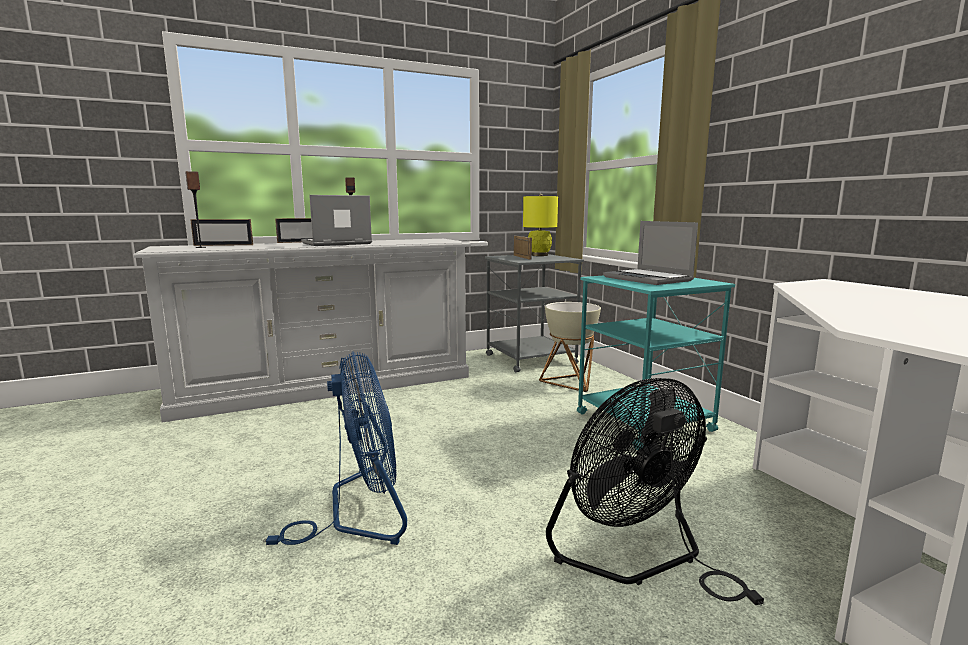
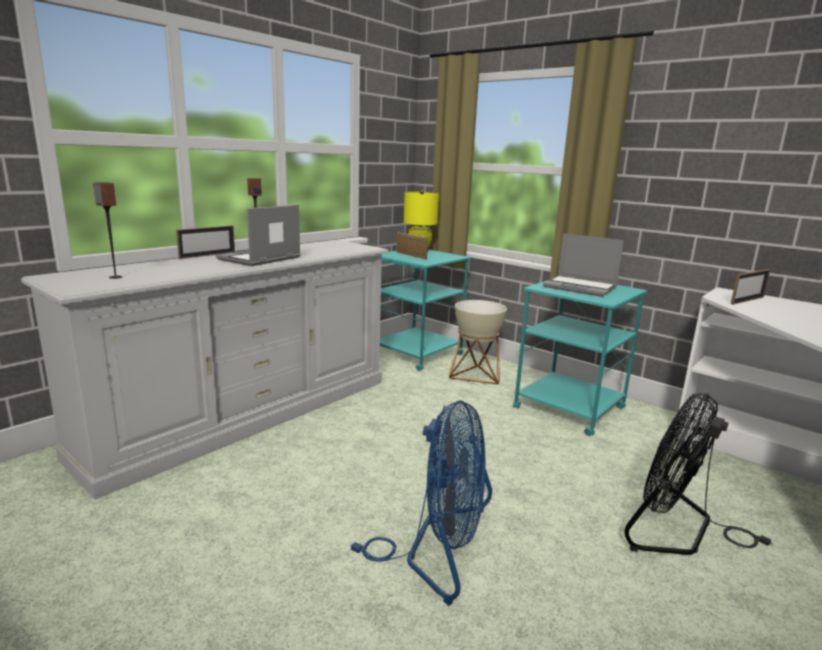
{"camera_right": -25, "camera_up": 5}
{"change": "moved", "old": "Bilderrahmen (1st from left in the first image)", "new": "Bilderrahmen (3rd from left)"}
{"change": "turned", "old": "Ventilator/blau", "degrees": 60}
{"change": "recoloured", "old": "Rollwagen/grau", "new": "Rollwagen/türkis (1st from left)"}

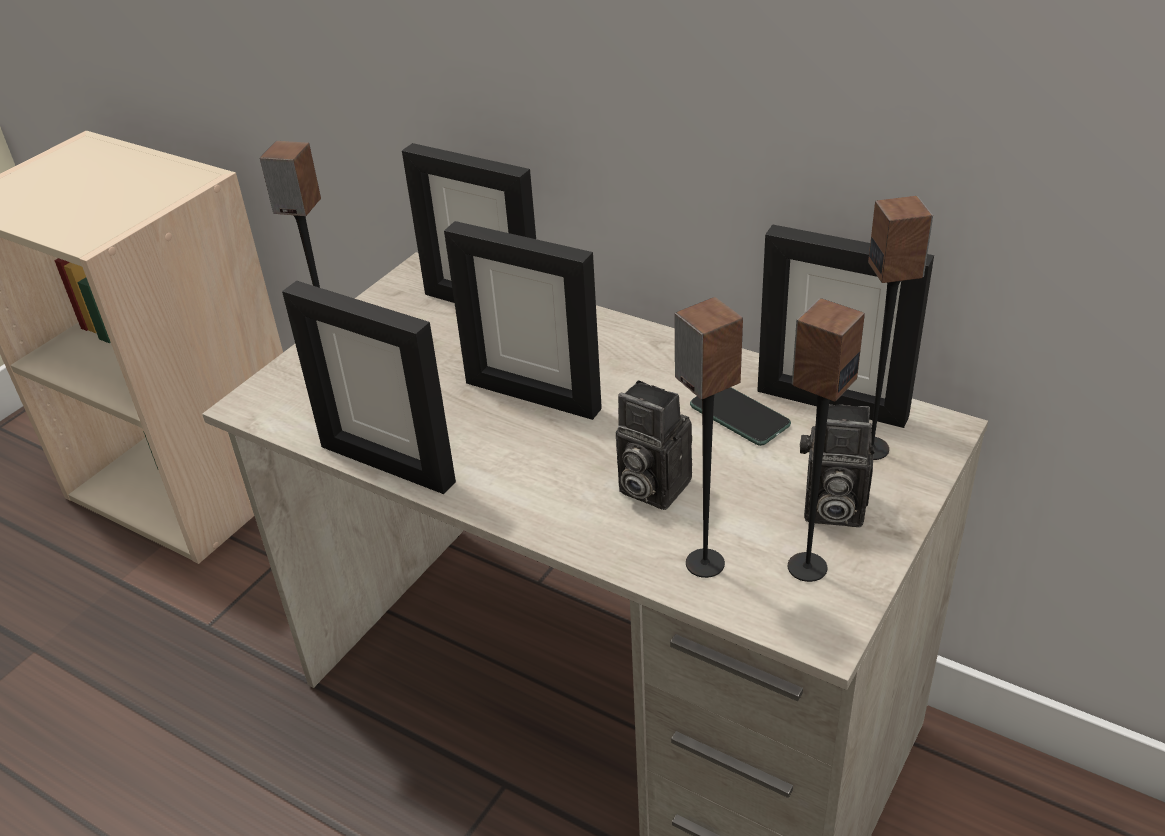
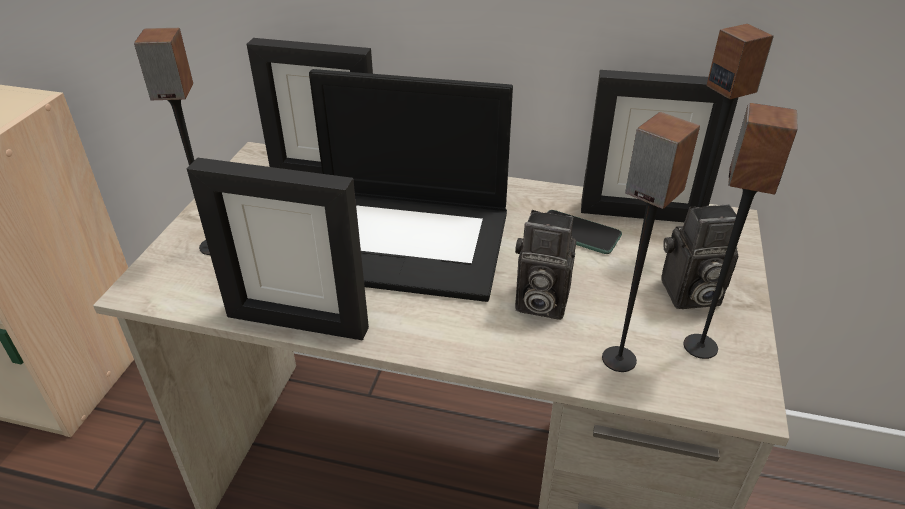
{"camera_right": -20, "camera_up": 0}
{"change": "replaced", "old": "Bilderrahmen (3rd from left)", "new": "Laptop"}

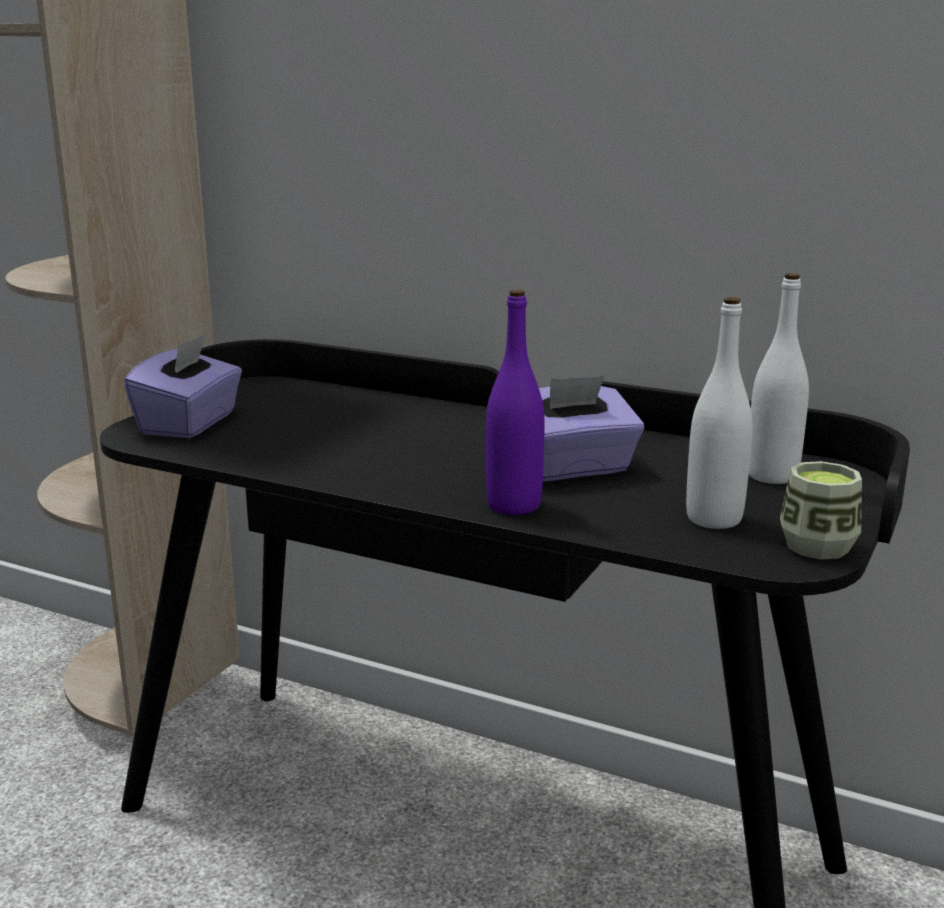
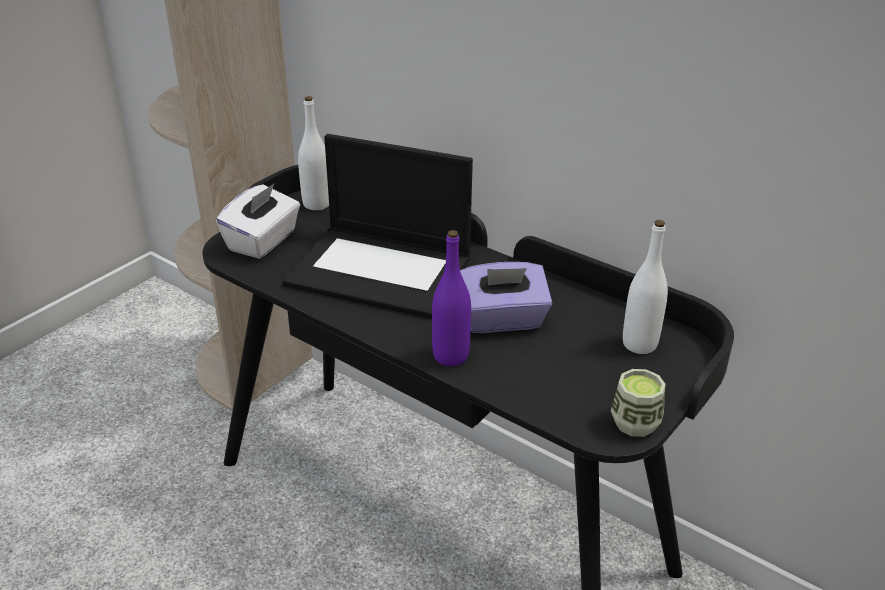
{"camera_right": 10, "camera_up": 15}
{"change": "recoloured", "old": "Taschentuchbox/lila (1st from left)", "new": "Taschentuchbox/weiß"}
{"change": "moved", "old": "Flasche/weiß (1st from left)"}
{"change": "added", "new": "Laptop"}

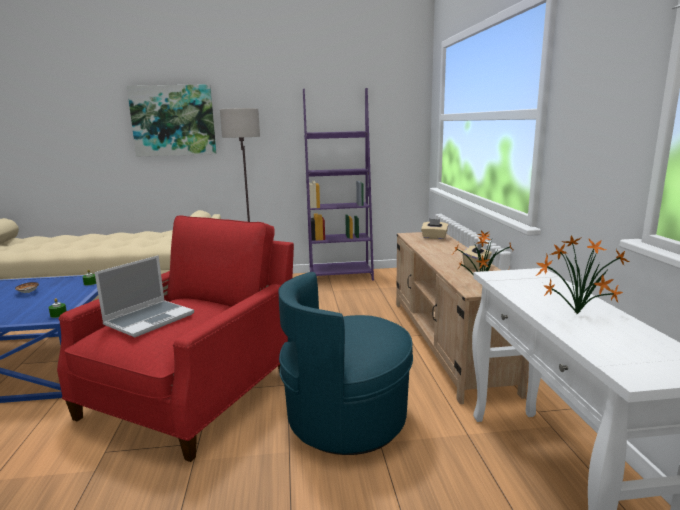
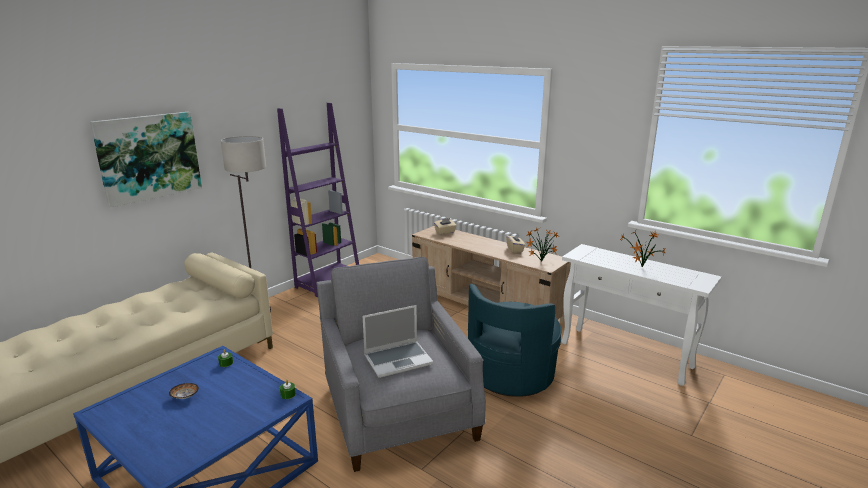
{"camera_right": -45, "camera_up": 5}
{"change": "recoloured", "old": "Sessel/rot", "new": "Sessel/grau"}
{"change": "turned", "old": "Laptop", "degrees": 75}

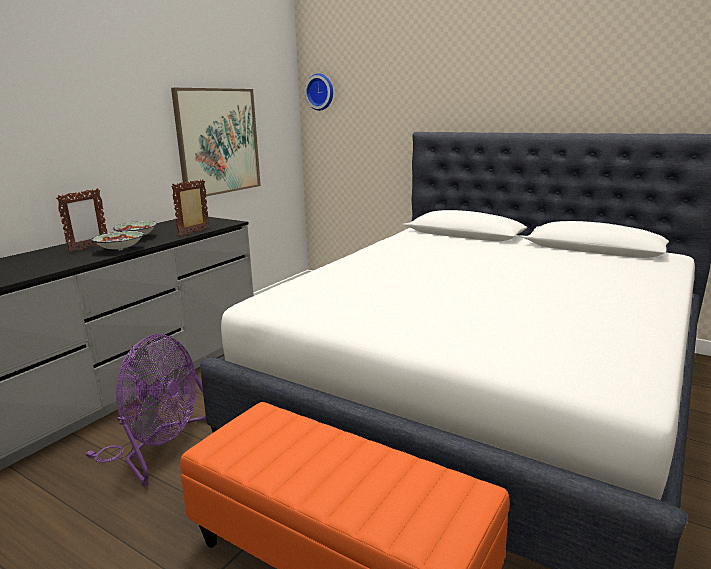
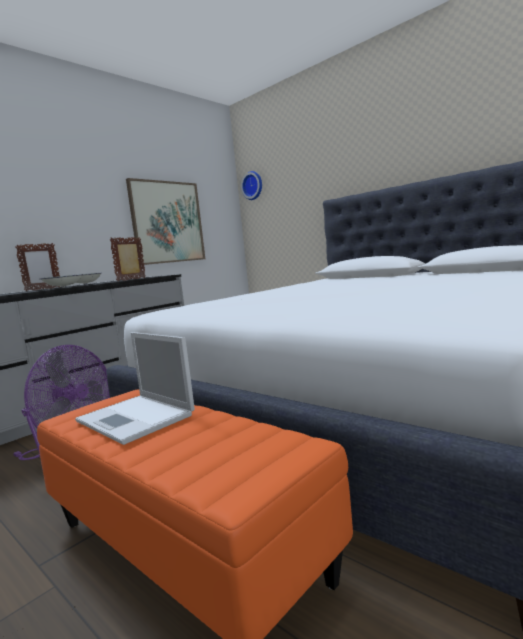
{"camera_right": 10, "camera_up": -10}
{"change": "added", "new": "Laptop"}

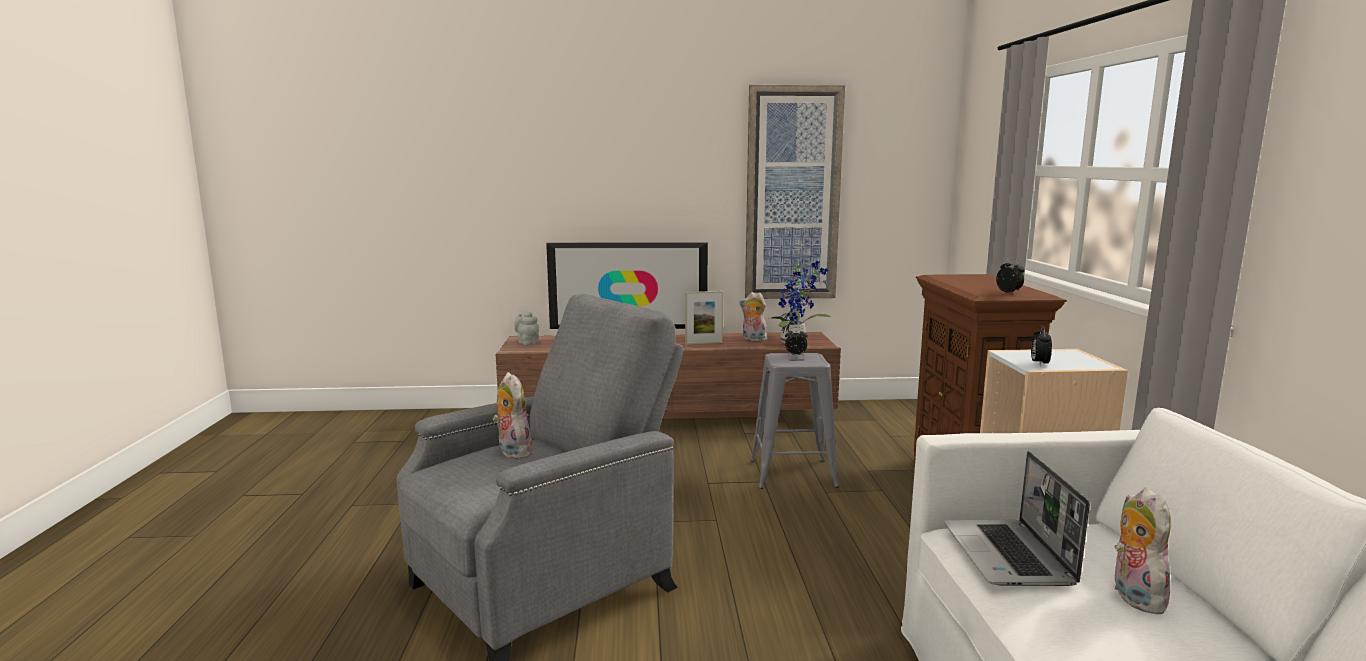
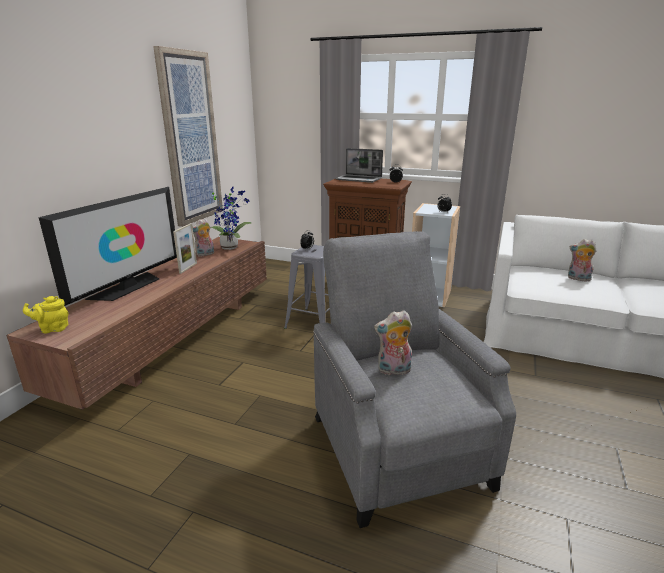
{"camera_right": -65, "camera_up": 10}
{"change": "recoloured", "old": "Teekanne/grau", "new": "Teekanne/gelb"}
{"change": "moved", "old": "Laptop"}

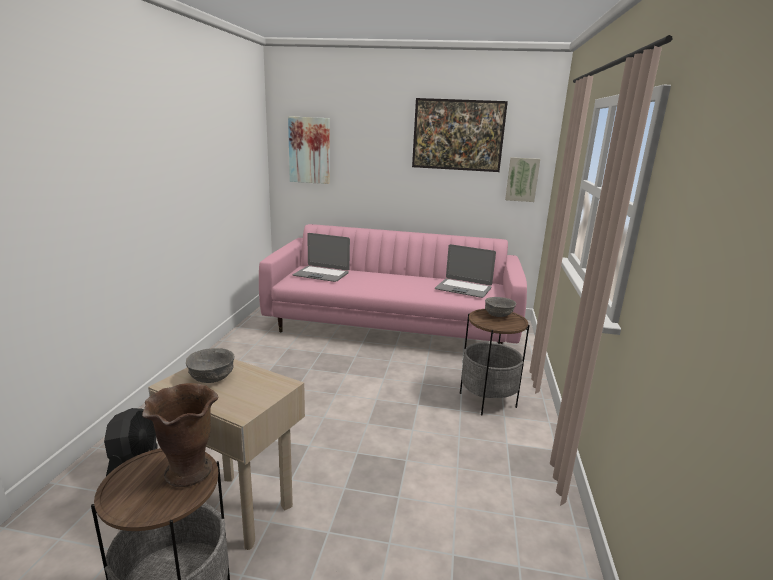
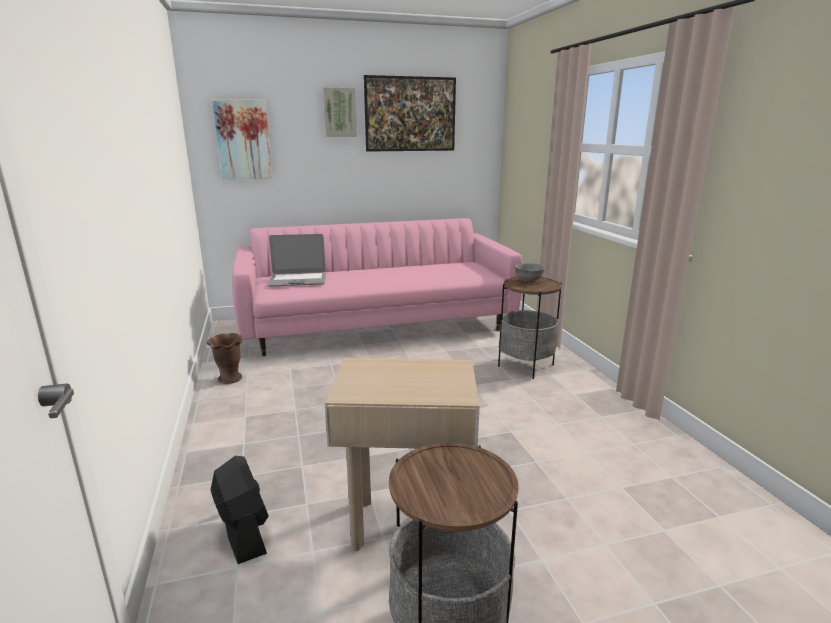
{"camera_right": -25, "camera_up": 0}
{"change": "moved", "old": "Vase/braun"}
{"change": "removed", "old": "Schüssel/grau (1st from left)"}
{"change": "removed", "old": "Laptop (2nd from left)"}
{"change": "moved", "old": "Bild (3rd from left in the first image)", "new": "Bild (2nd from left)"}

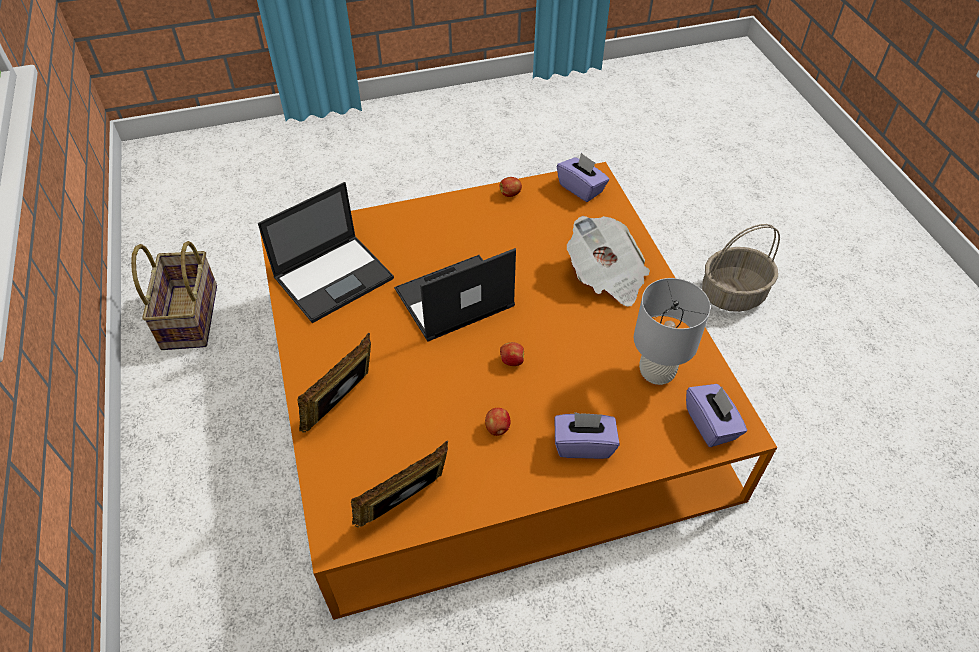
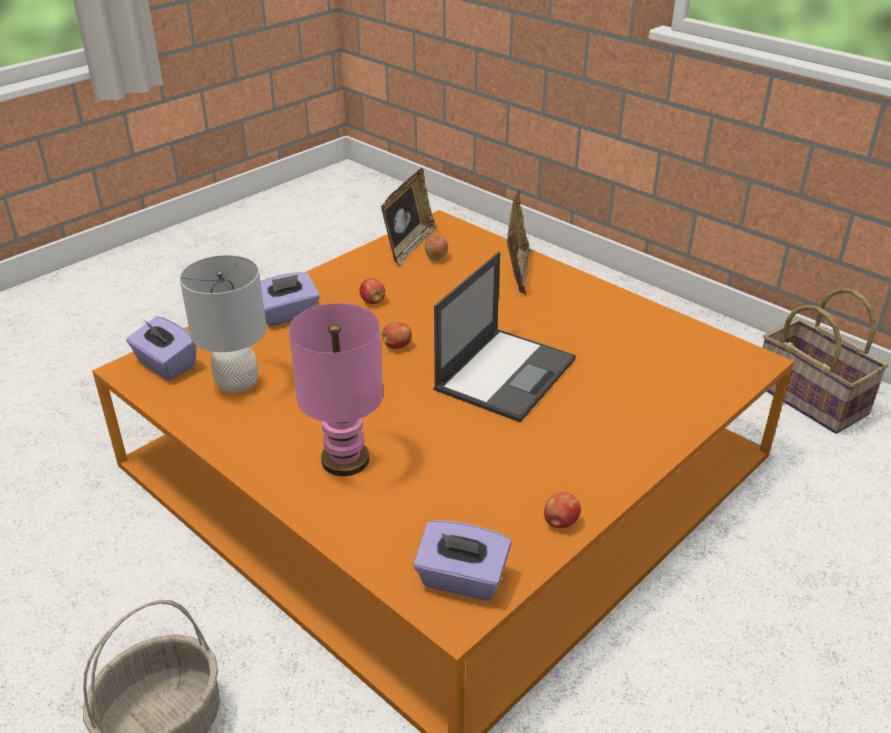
{"camera_right": 150, "camera_up": -15}
{"change": "removed", "old": "Laptop (1st from left)"}
{"change": "replaced", "old": "Zeitung", "new": "Tischlampe/rosa"}
{"change": "added", "new": "Apfel (3rd from left)"}

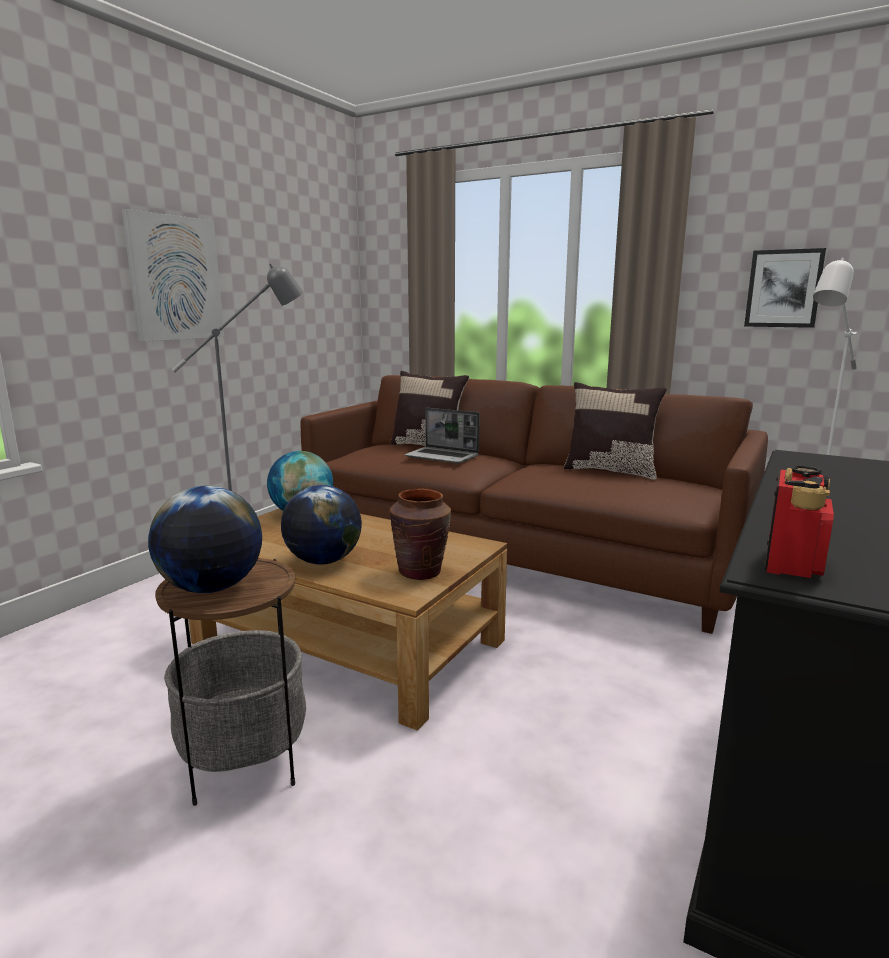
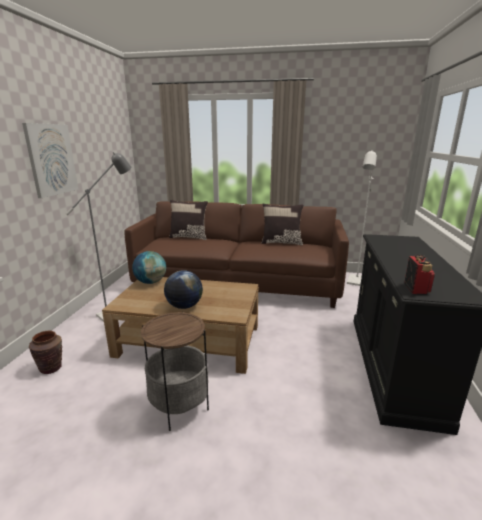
{"camera_right": -20, "camera_up": 5}
{"change": "removed", "old": "Globus (1st from left)"}
{"change": "moved", "old": "Vase/braun"}
{"change": "removed", "old": "Laptop"}
{"change": "removed", "old": "Bild (2nd from left)"}

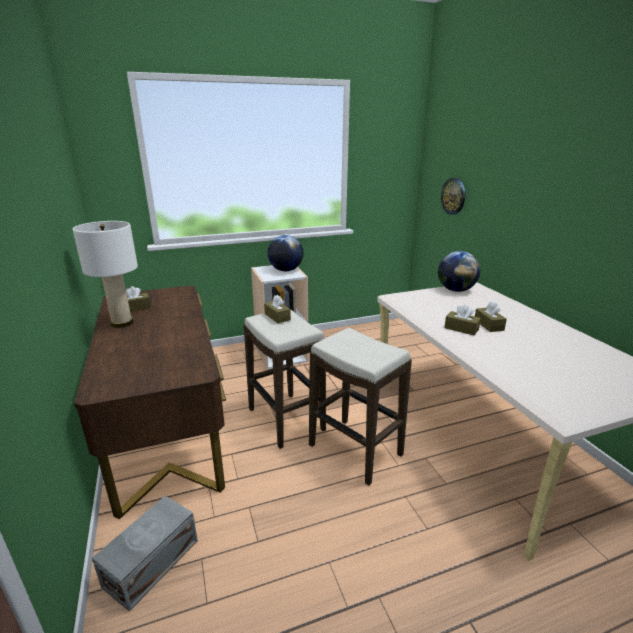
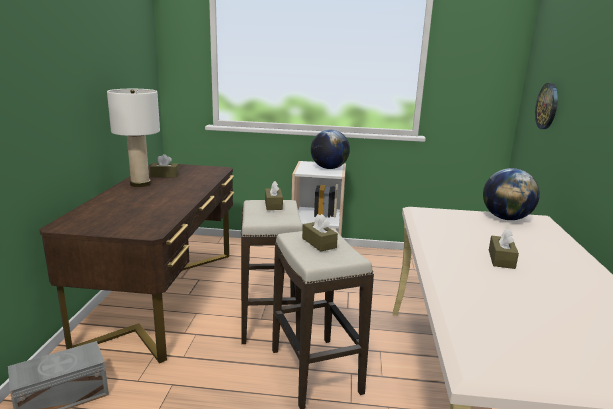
{"camera_right": 25, "camera_up": -5}
{"change": "moved", "old": "Taschentuchbox/braun (3rd from left)"}

